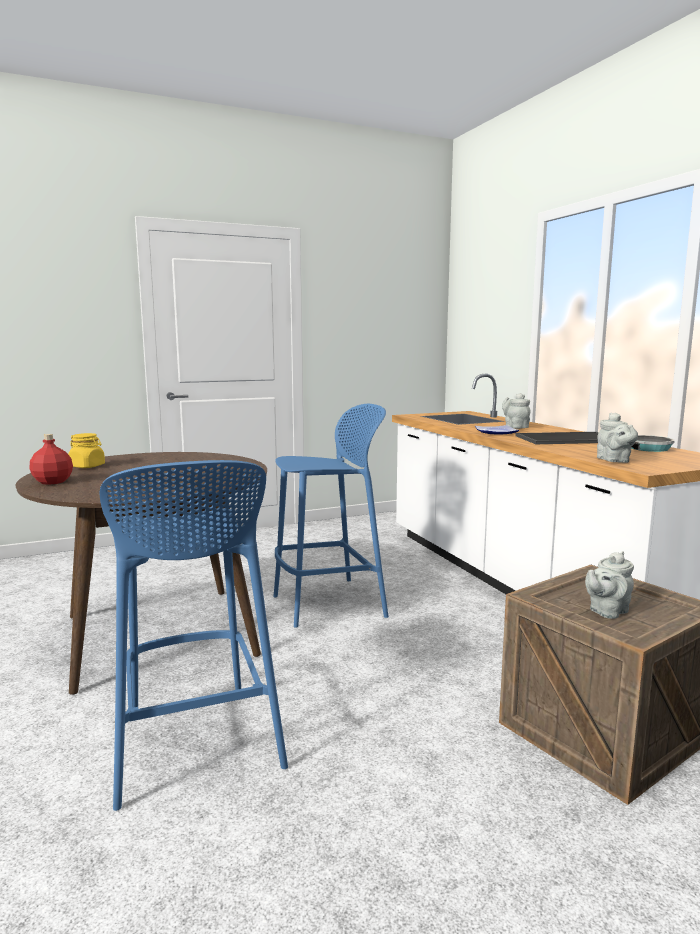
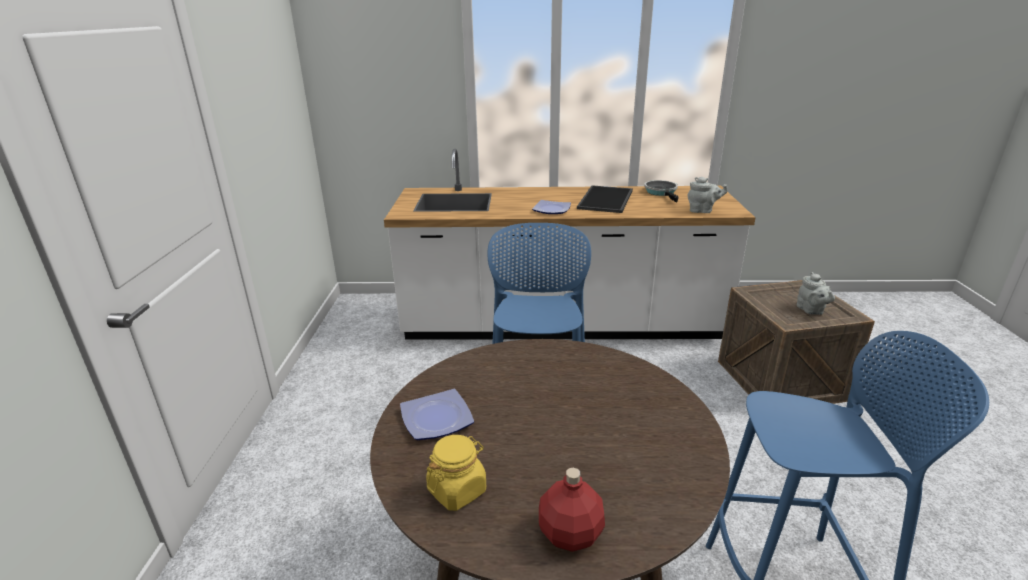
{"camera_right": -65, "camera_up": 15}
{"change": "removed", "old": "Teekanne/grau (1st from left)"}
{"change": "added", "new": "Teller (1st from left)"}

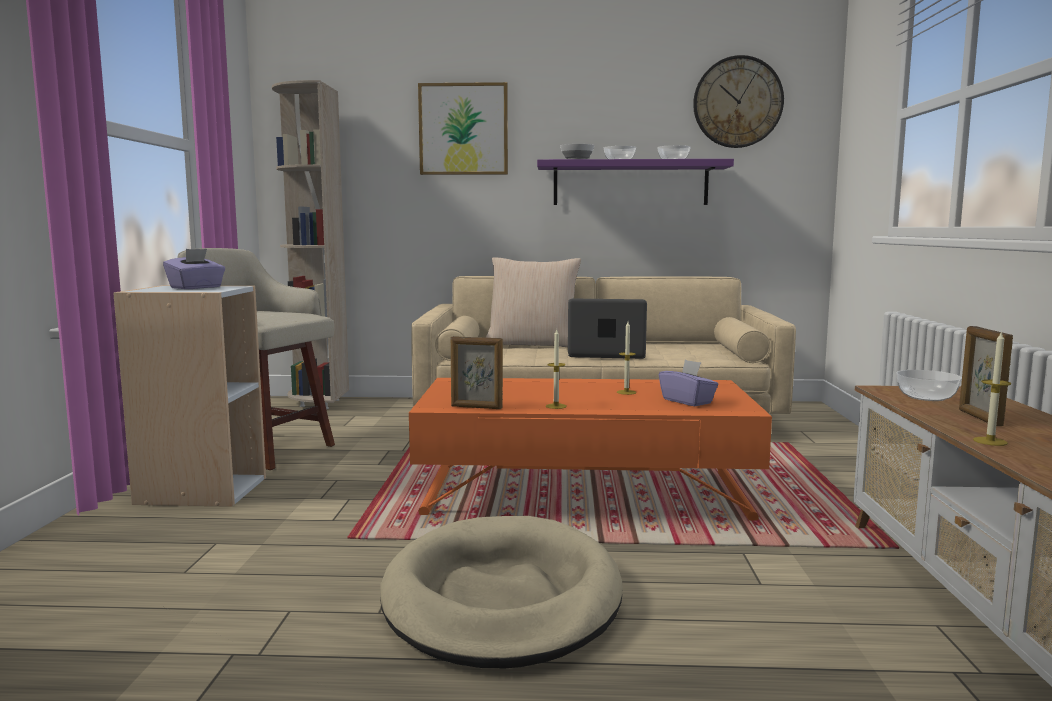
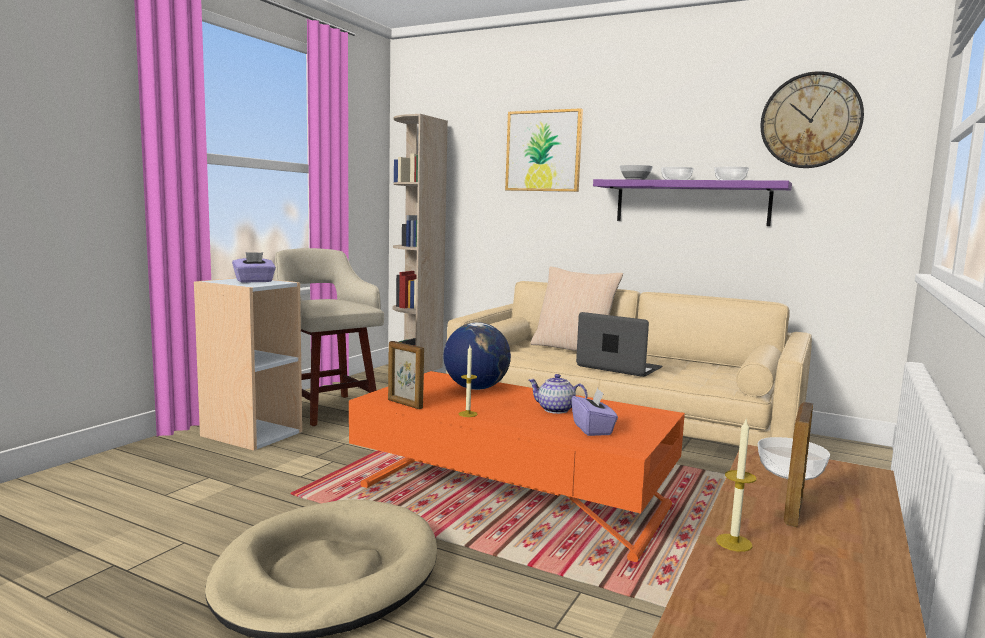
{"camera_right": 25, "camera_up": 0}
{"change": "replaced", "old": "Kerze (2nd from left)", "new": "Teekanne"}
{"change": "added", "new": "Globus"}

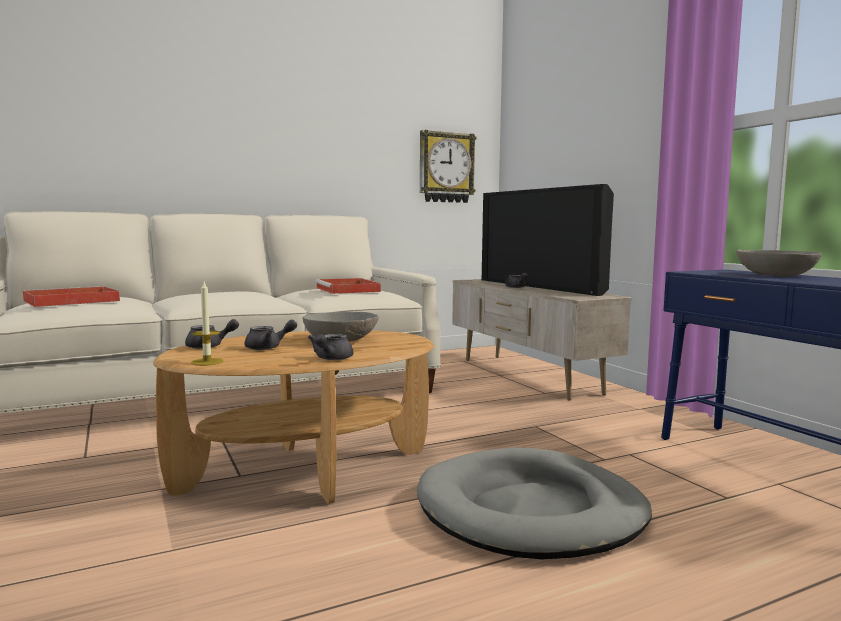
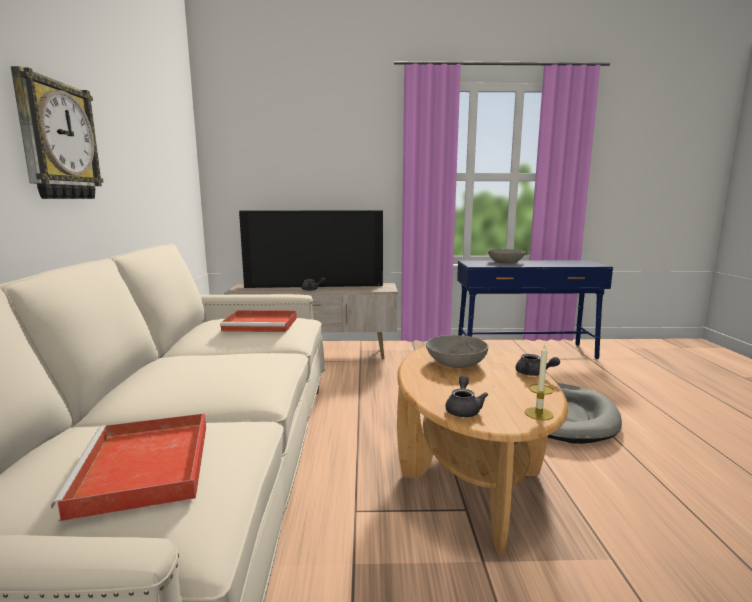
{"camera_right": -65, "camera_up": 5}
{"change": "removed", "old": "Teekanne/grau (2nd from left)"}
{"change": "moved", "old": "Wanduhr"}

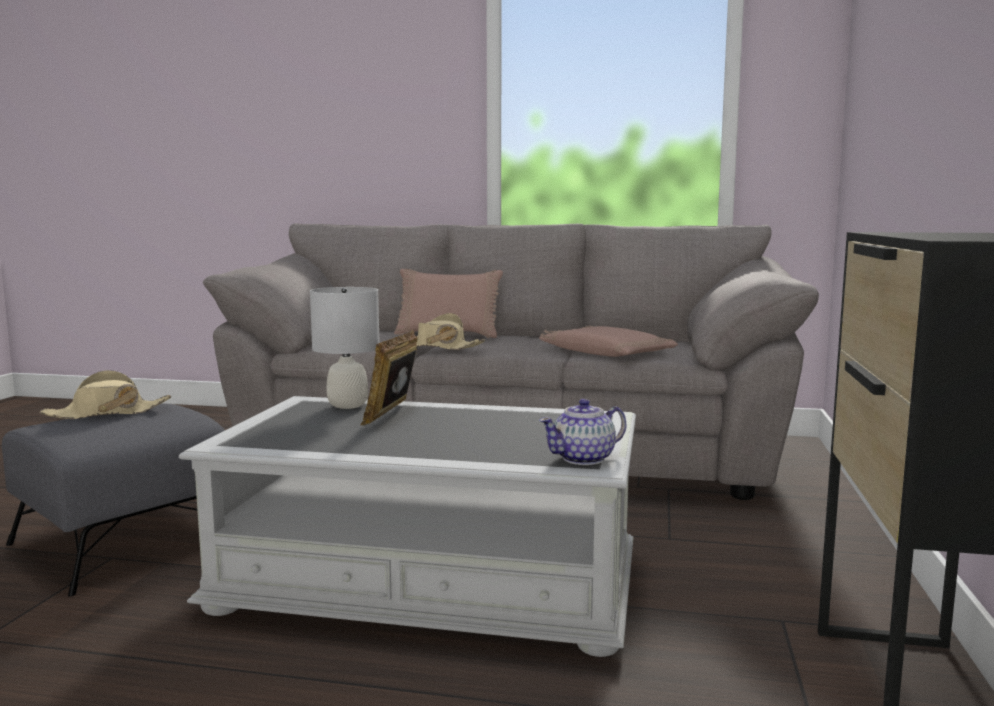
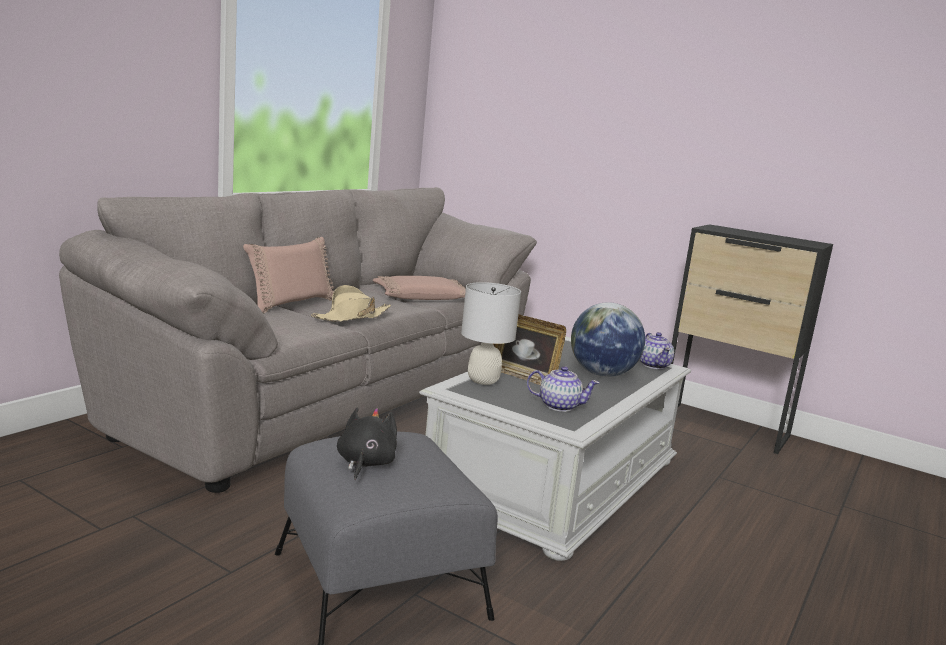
{"camera_right": -70, "camera_up": 5}
{"change": "replaced", "old": "Hut/beige (1st from left)", "new": "Plüschtier/schwarz"}
{"change": "added", "new": "Teekanne (1st from left)"}
{"change": "added", "new": "Globus"}

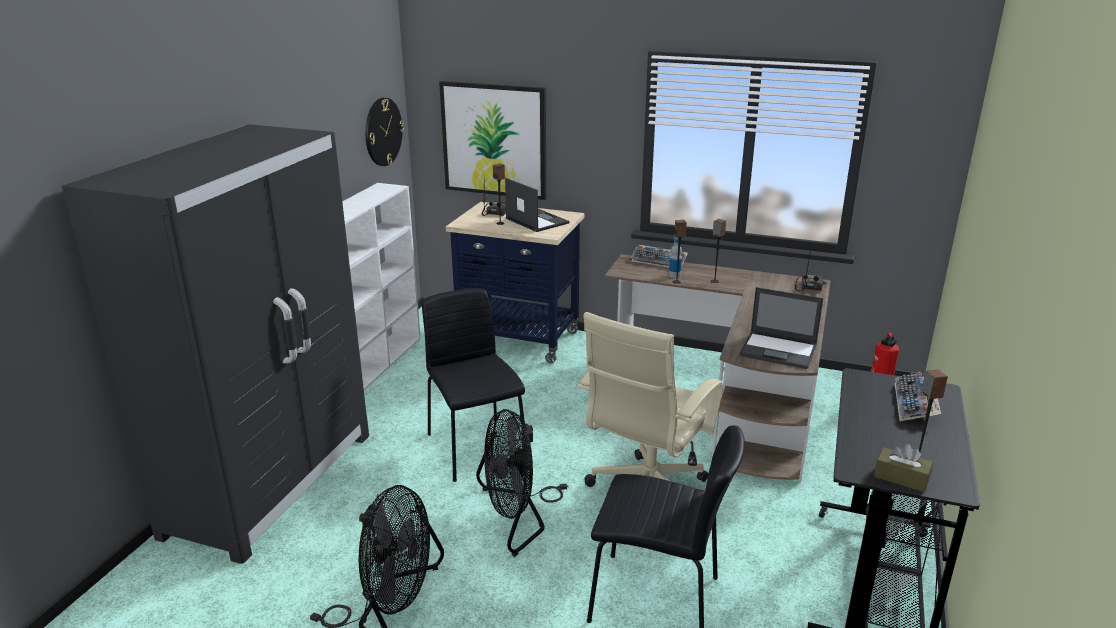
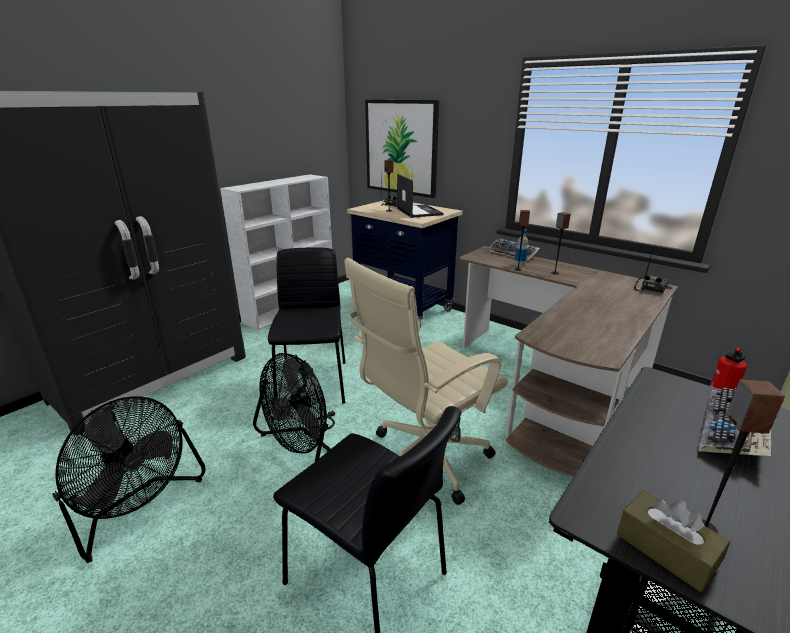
{"camera_right": 20, "camera_up": 0}
{"change": "removed", "old": "Wanduhr"}
{"change": "turned", "old": "Ventilator/schwarz (2nd from left)", "degrees": -45}
{"change": "removed", "old": "Laptop (2nd from left)"}

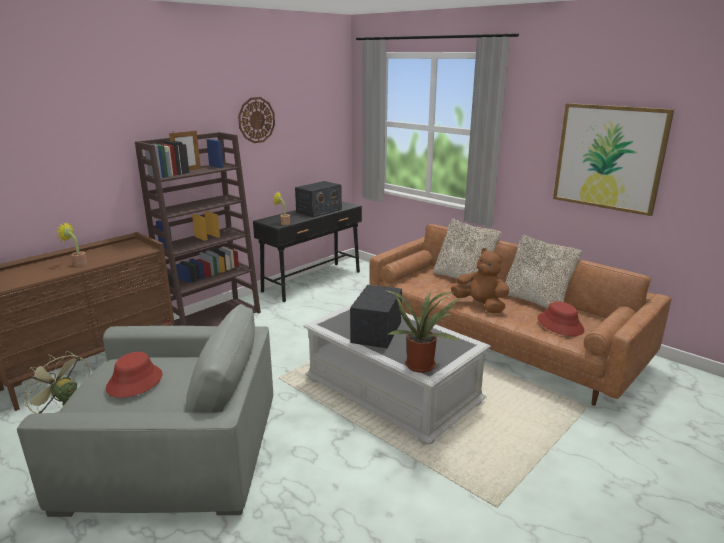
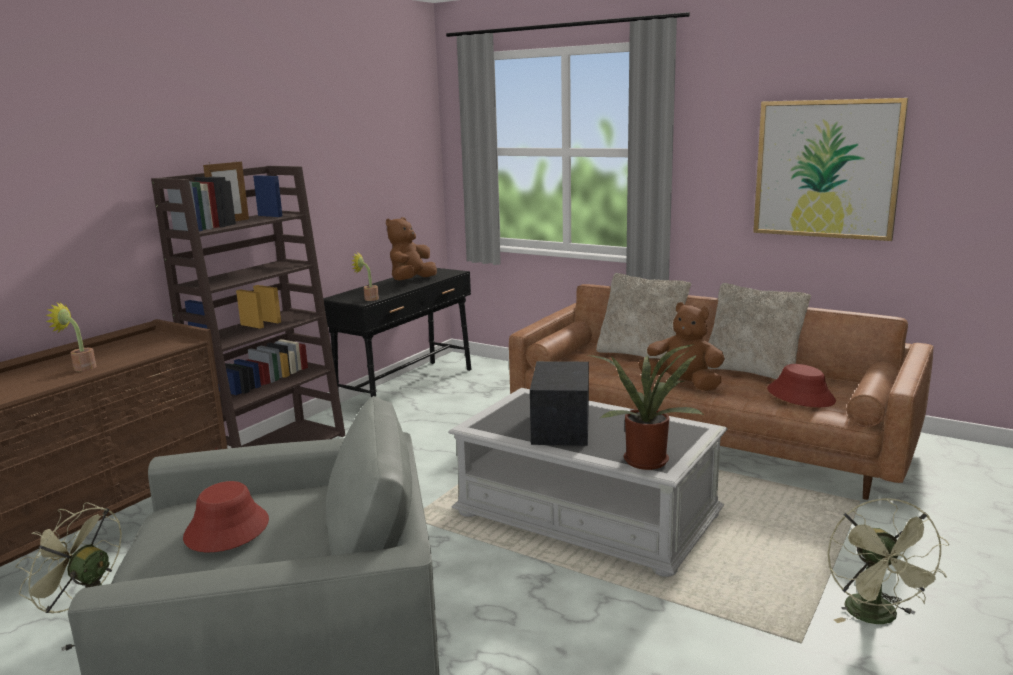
{"camera_right": -10, "camera_up": -5}
{"change": "removed", "old": "Wanduhr"}
{"change": "replaced", "old": "Radio (1st from left)", "new": "Plüschtier/braun (1st from left)"}
{"change": "added", "new": "Ventilator/grün (2nd from left)"}

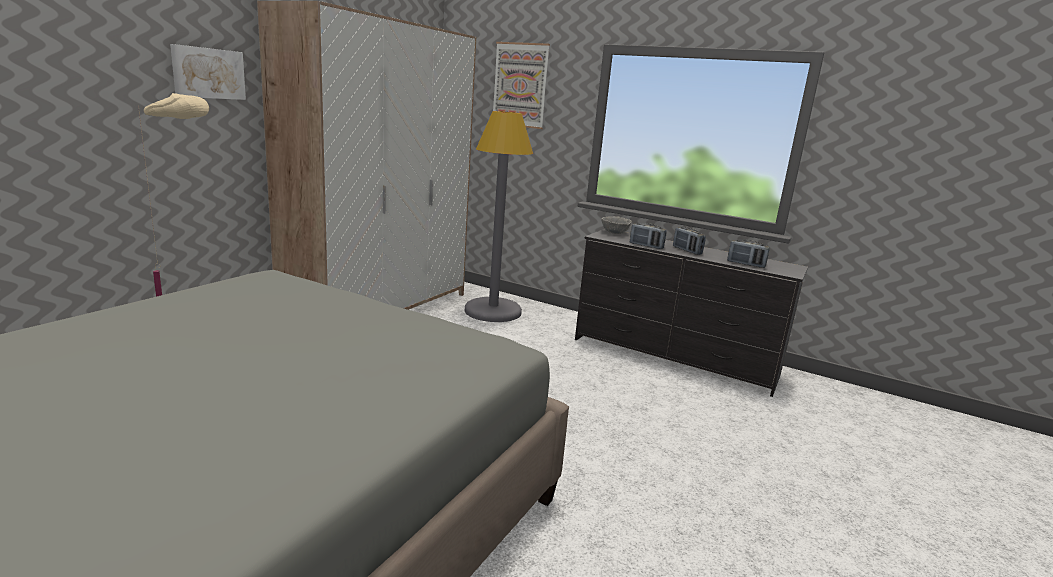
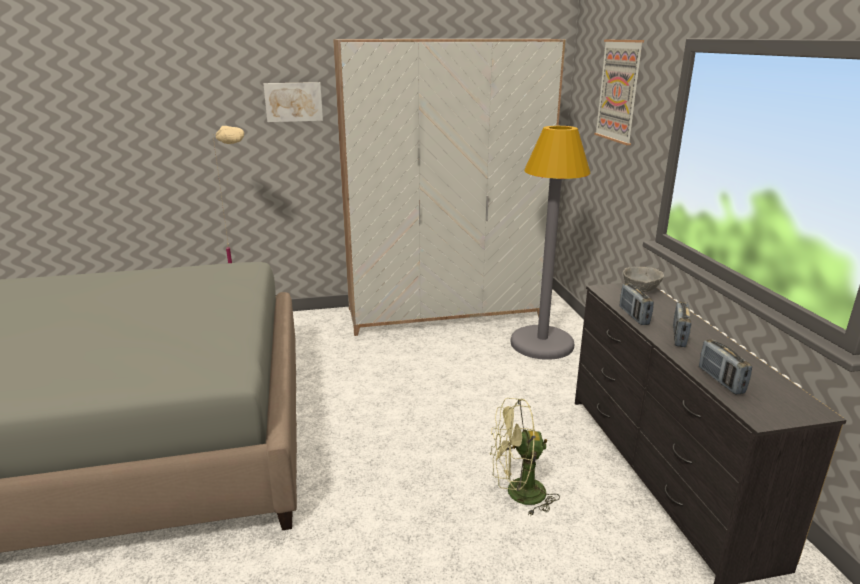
{"camera_right": 50, "camera_up": 5}
{"change": "added", "new": "Ventilator/grün"}

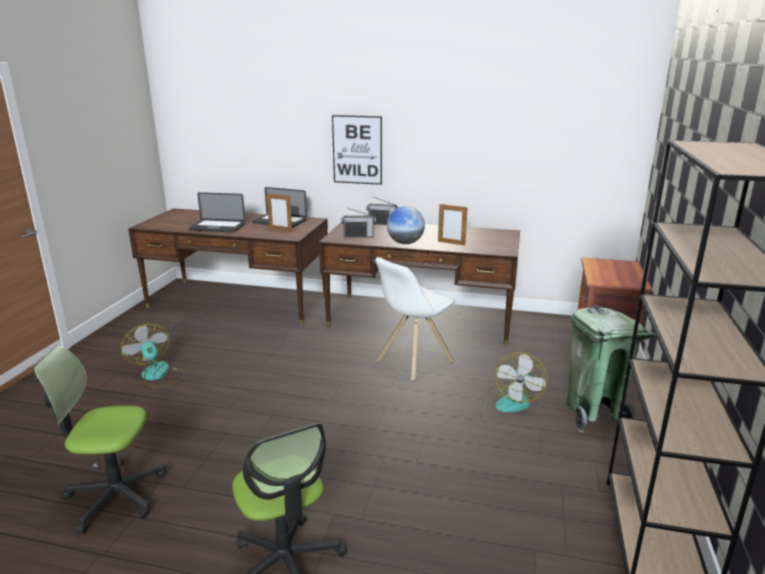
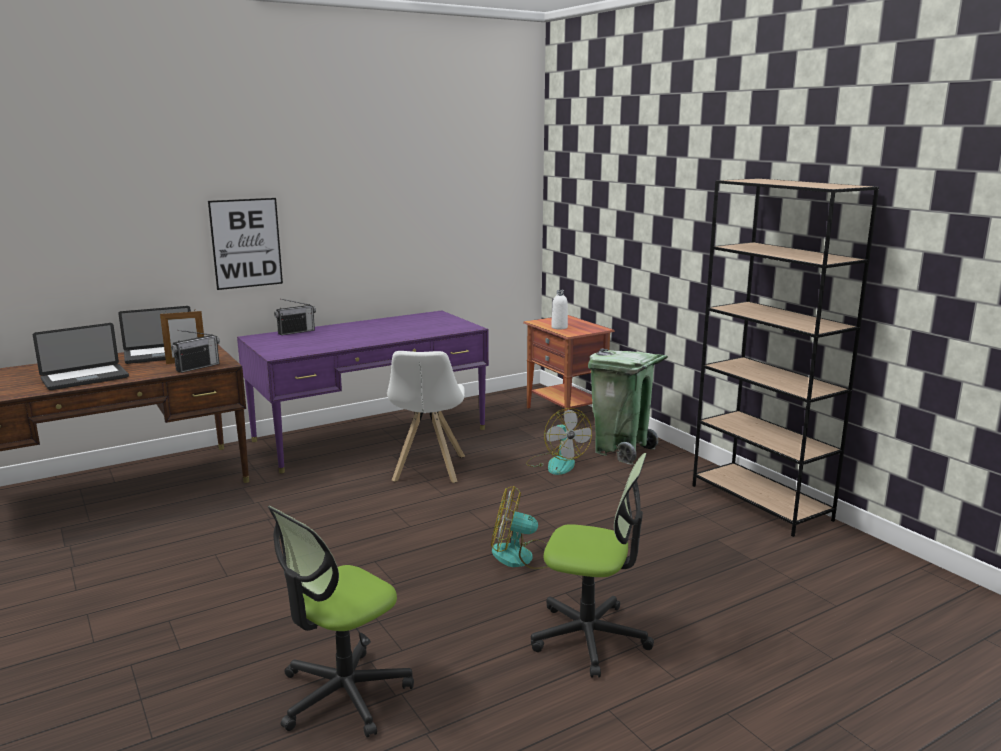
{"camera_right": -45, "camera_up": -5}
{"change": "moved", "old": "Ventilator (1st from left)"}
{"change": "recoloured", "old": "Schreibtisch/braun (2nd from left)", "new": "Schreibtisch/lila"}
{"change": "moved", "old": "Radio (1st from left)"}
{"change": "removed", "old": "Globus"}
{"change": "removed", "old": "Bilderrahmen (2nd from left)"}
{"change": "added", "new": "Flasche/weiß"}

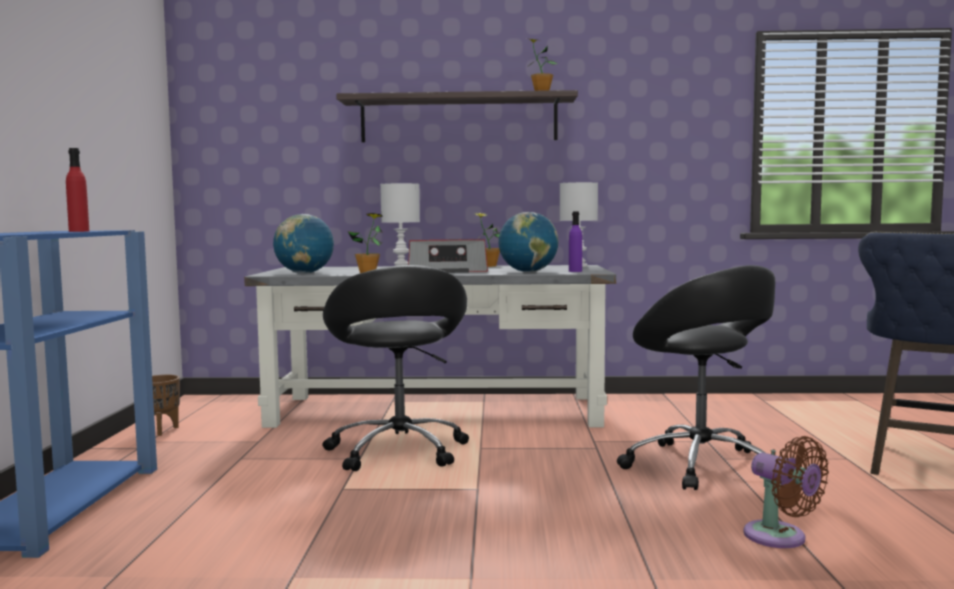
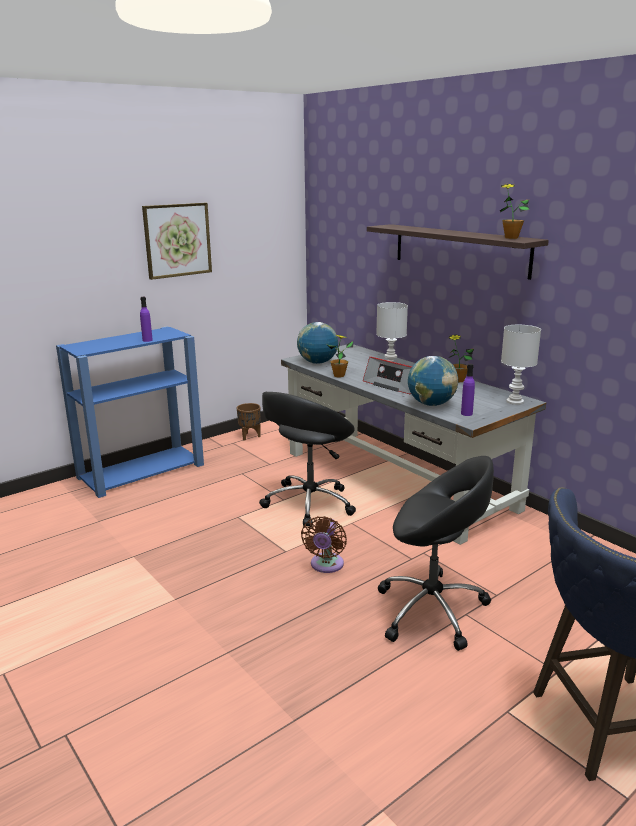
{"camera_right": 50, "camera_up": 15}
{"change": "recoloured", "old": "Flasche/rot", "new": "Flasche/lila (1st from left)"}
{"change": "turned", "old": "Bürostuhl/schwarz (2nd from left)", "degrees": -90}
{"change": "moved", "old": "Ventilator/braun"}
{"change": "added", "new": "Bild"}

